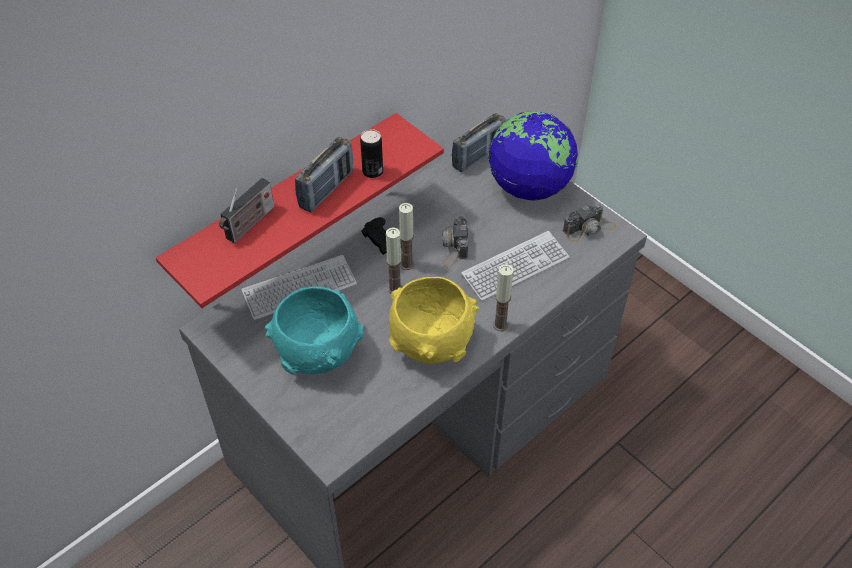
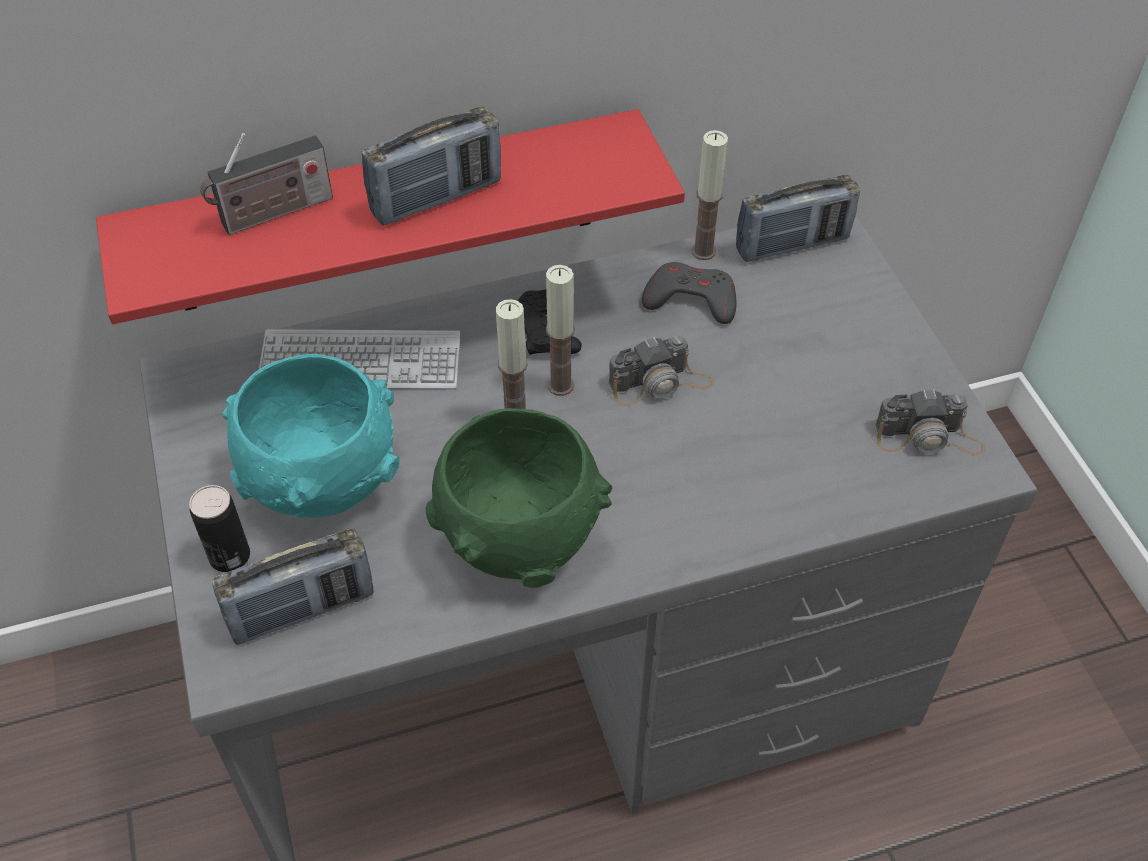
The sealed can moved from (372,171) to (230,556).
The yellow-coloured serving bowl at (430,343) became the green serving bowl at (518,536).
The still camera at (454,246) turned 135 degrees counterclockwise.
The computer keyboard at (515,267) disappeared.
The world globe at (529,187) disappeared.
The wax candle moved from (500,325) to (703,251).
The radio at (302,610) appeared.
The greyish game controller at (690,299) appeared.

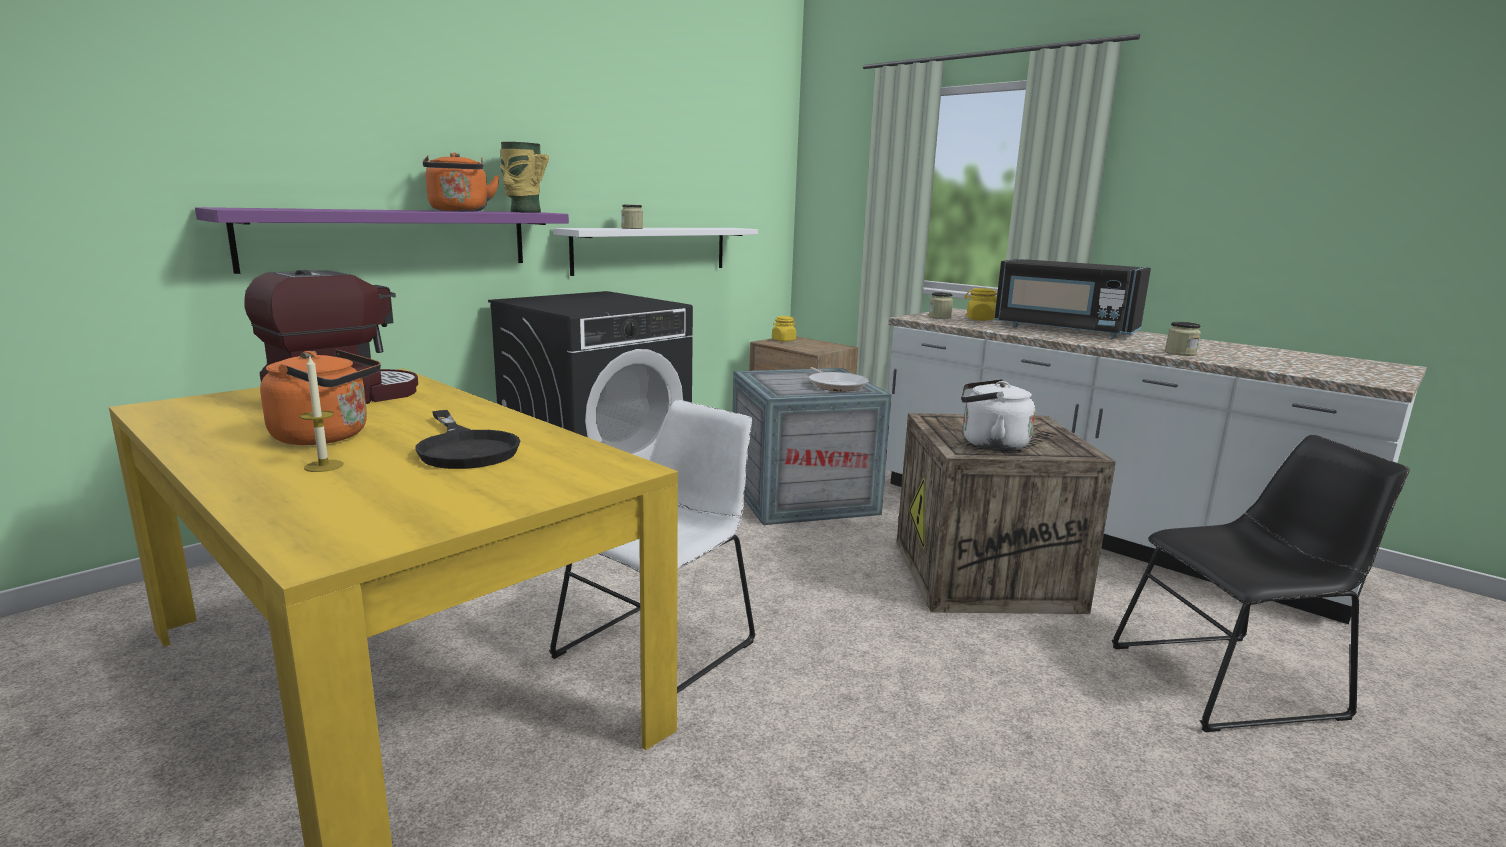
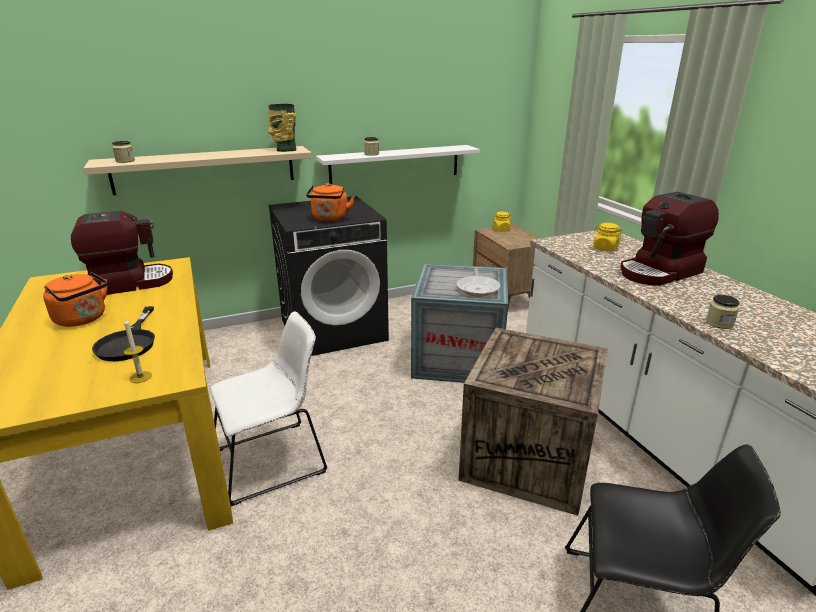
The purple wall shelf at (393,239) became the beige wall shelf at (205,169).
The wax candle moved from (324,466) to (140,377).
The orangey tea kettle moved from (459,211) to (330,219).
The preserve jar moved from (939,317) to (125,161).
The white-coloured tea kettle at (989,444) disappeared.
The black kitchen microwave at (1063,330) was replaced by the coffee maker at (660,272).

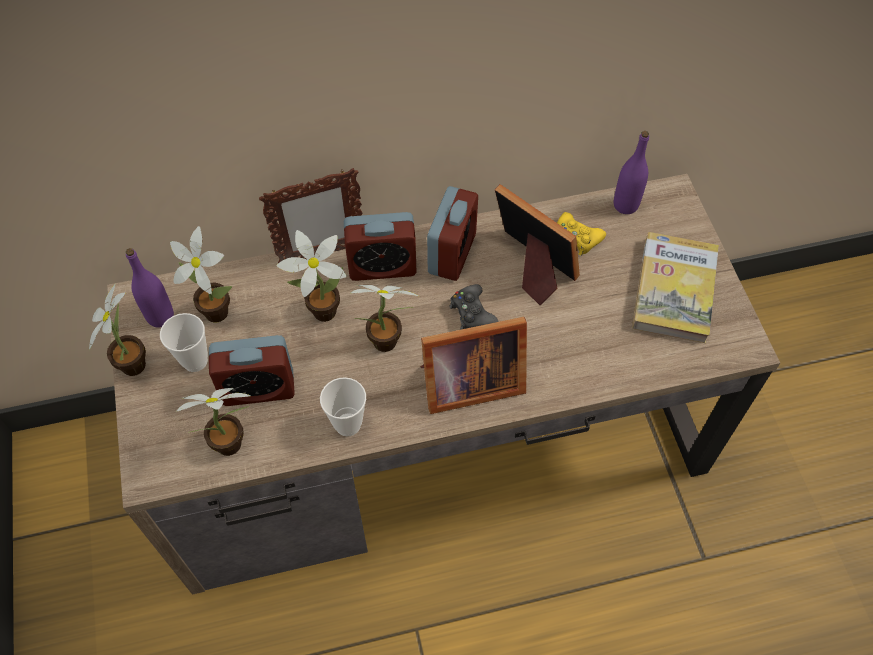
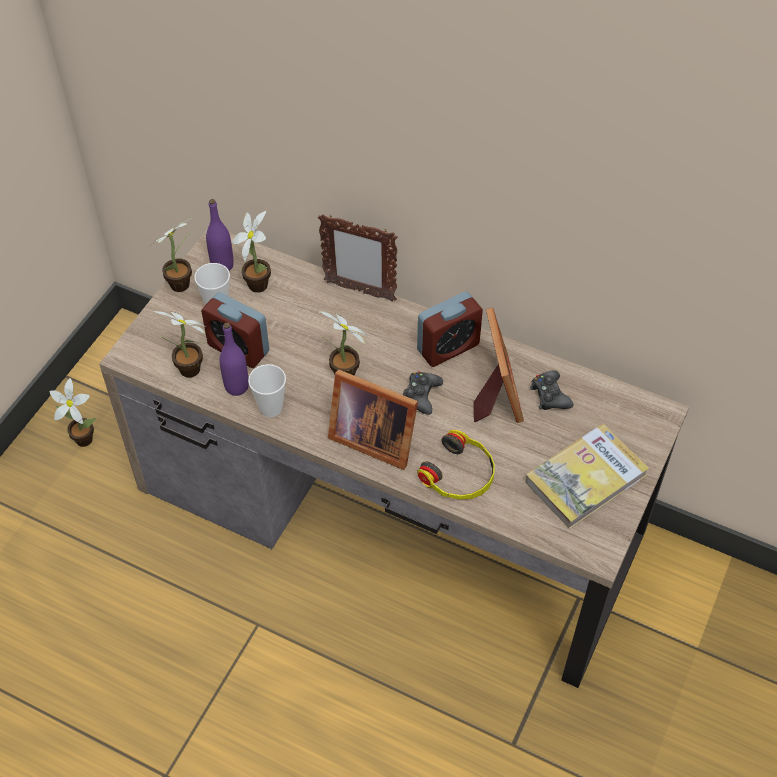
The plant in a pot moved from (320,311) to (82,438).
The alarm clock at (382,266) disappeared.
The yellow-coloured game controller at (576,238) became the black game controller at (550,395).
The purple drink bottle moved from (625,205) to (237,386).
The pair of headphones at (459,475) appeared.

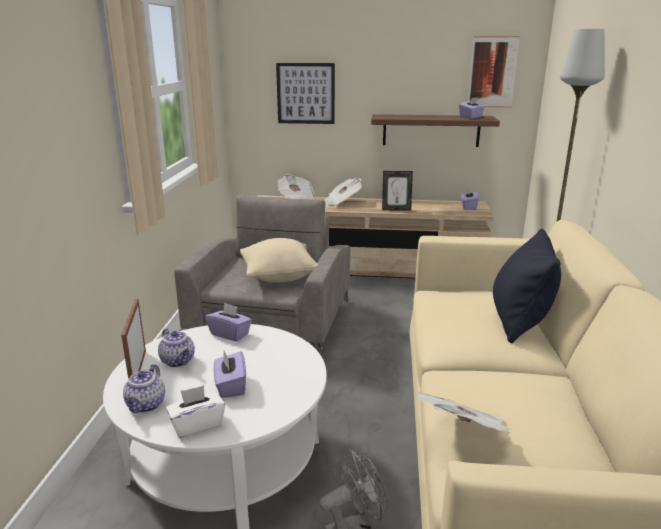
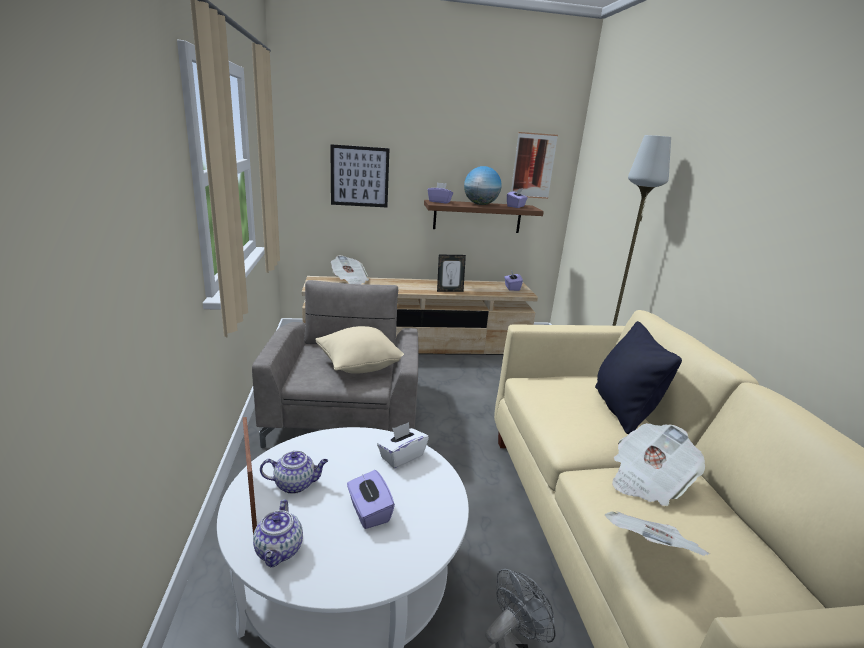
The teapot at (178,361) turned 45 degrees counterclockwise.
The white-coloured box of tissues moved from (197,425) to (401,456).
The purple box of tissues moved from (230,334) to (439,202).
The printed paper moved from (341,202) to (648,480).
The world globe at (480,204) appeared.

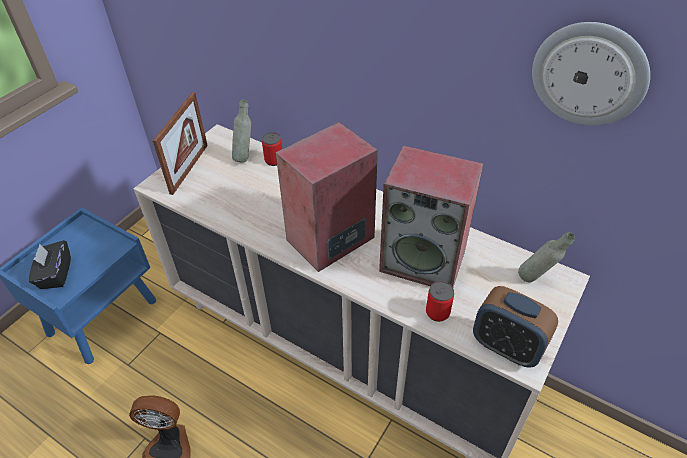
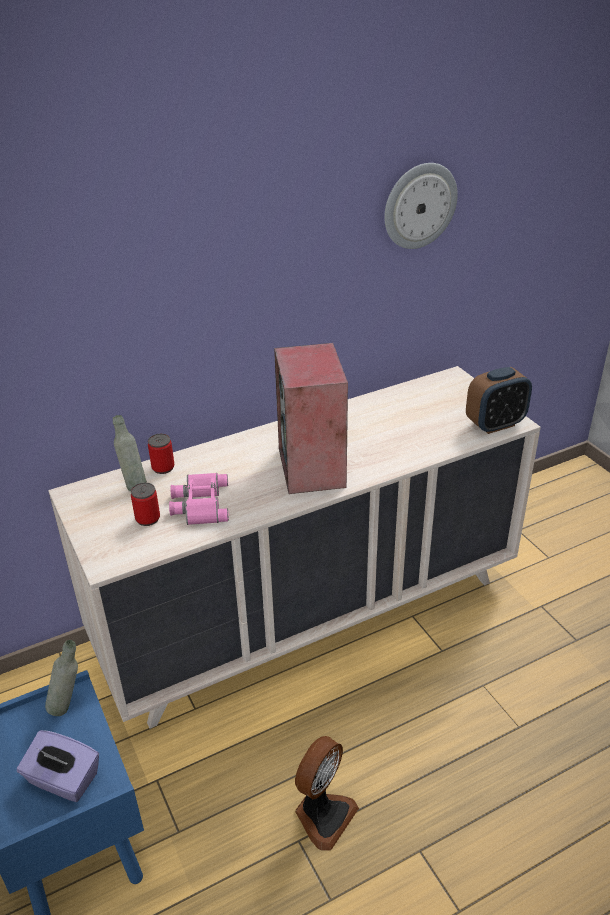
The black box of tissues at (55,274) became the purple box of tissues at (63,780).
The standing frame at (189,168) disappeared.
The loudspeaker at (424,261) disappeared.
The sealed can moved from (437,312) to (147,518).
The greyish drink bottle moved from (535,280) to (69,706).
The pink-coloured pair of binoculars at (199,504) appeared.

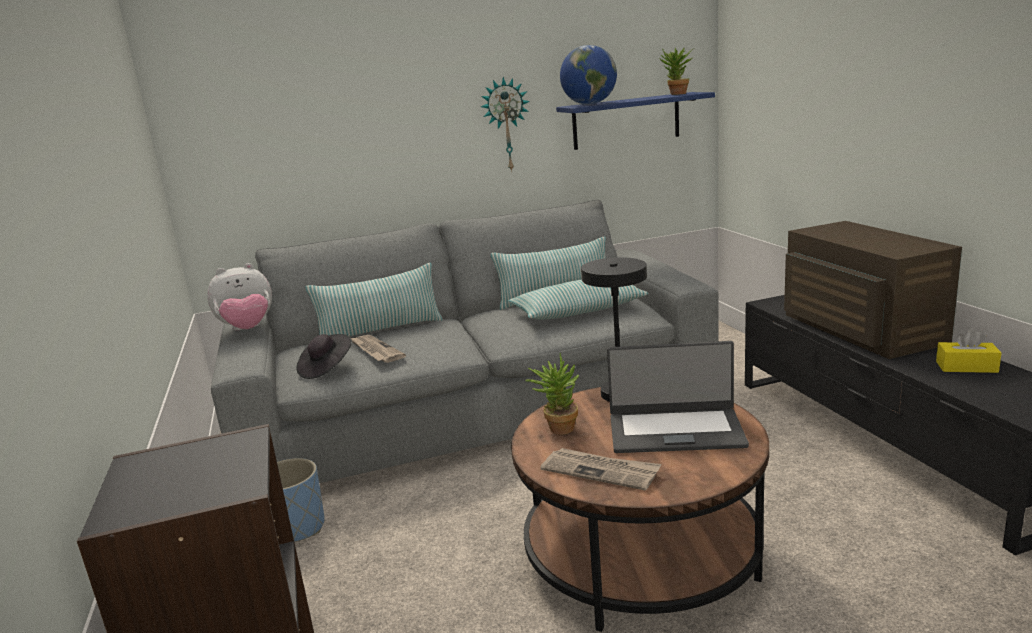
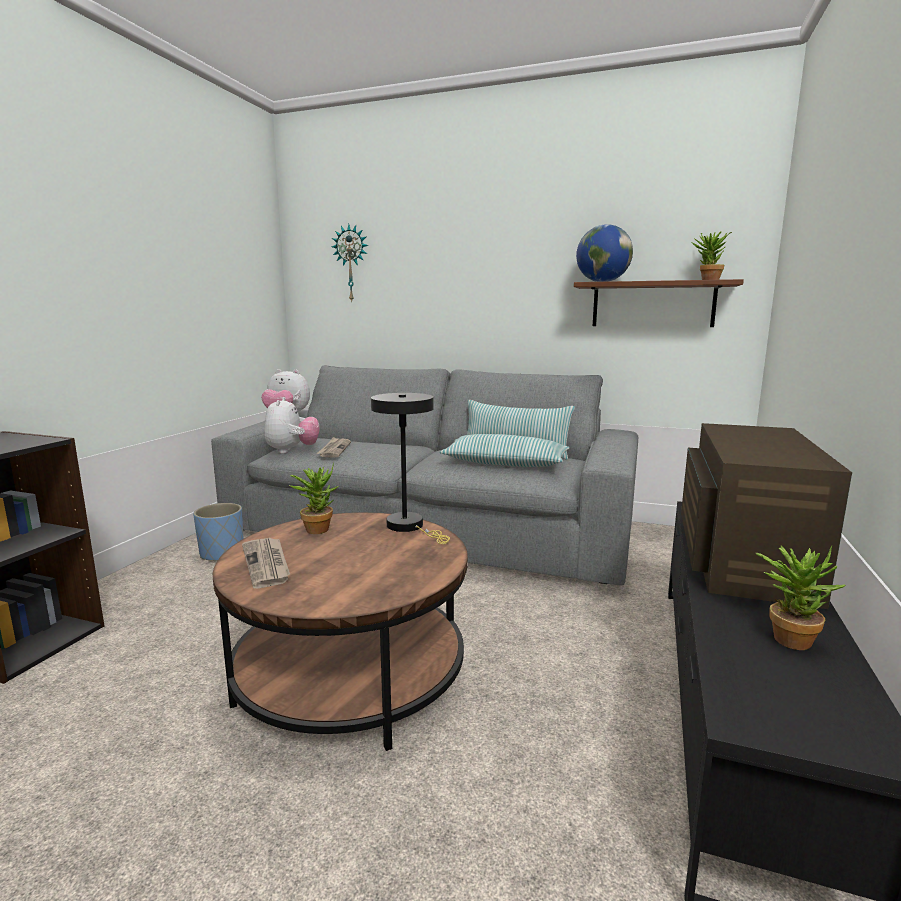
The black hat at (326,368) was replaced by the plush toy at (292,451).
The pillow at (380,330) disappeared.
The clock on the wall moved from (506,125) to (351,263).
The bluish wall shelf at (626,121) became the brownish wall shelf at (653,305).
The laptop at (675,430) disappeared.
The yellow-coloured box of tissues at (966,367) was replaced by the plant in a pot at (788,636).

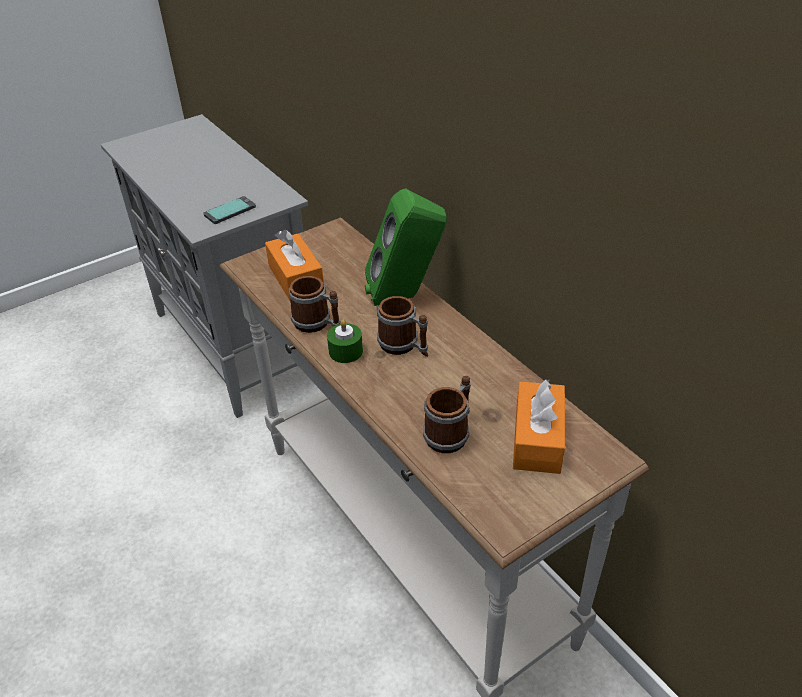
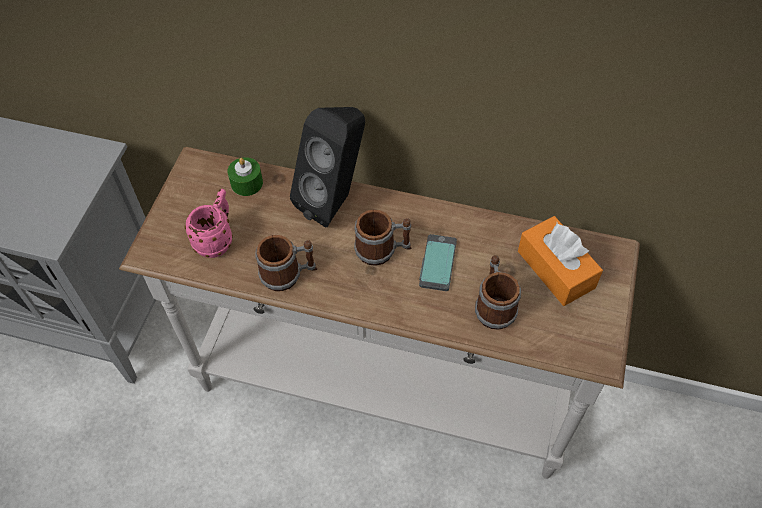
The telephone moved from (229,211) to (437,263).
The orangey box of tissues at (296,278) was replaced by the pink-coloured tea mug at (217,239).
The green wax candle moved from (346,351) to (246,183).
The green loudspeaker at (406,297) became the black loudspeaker at (335,200).

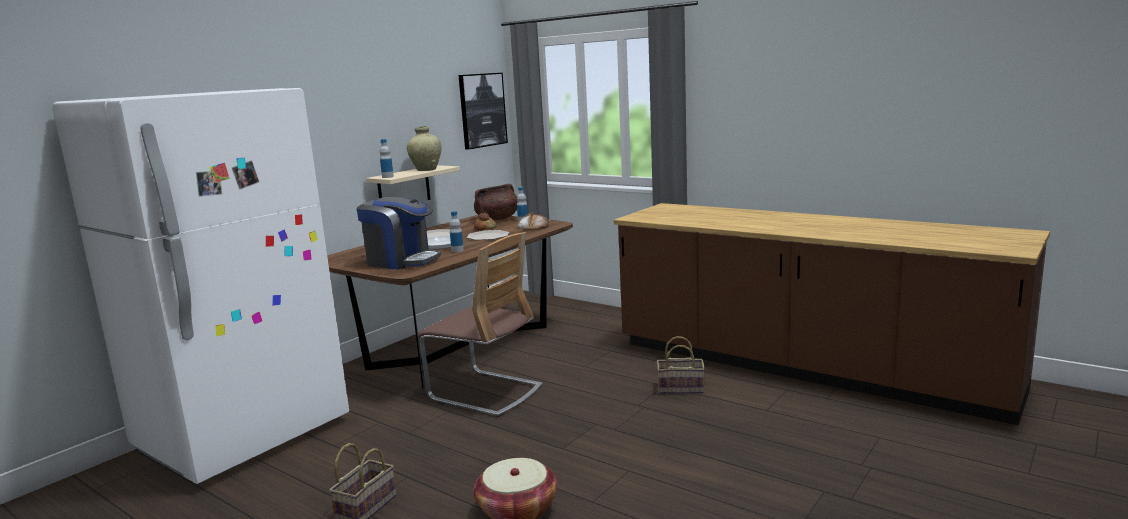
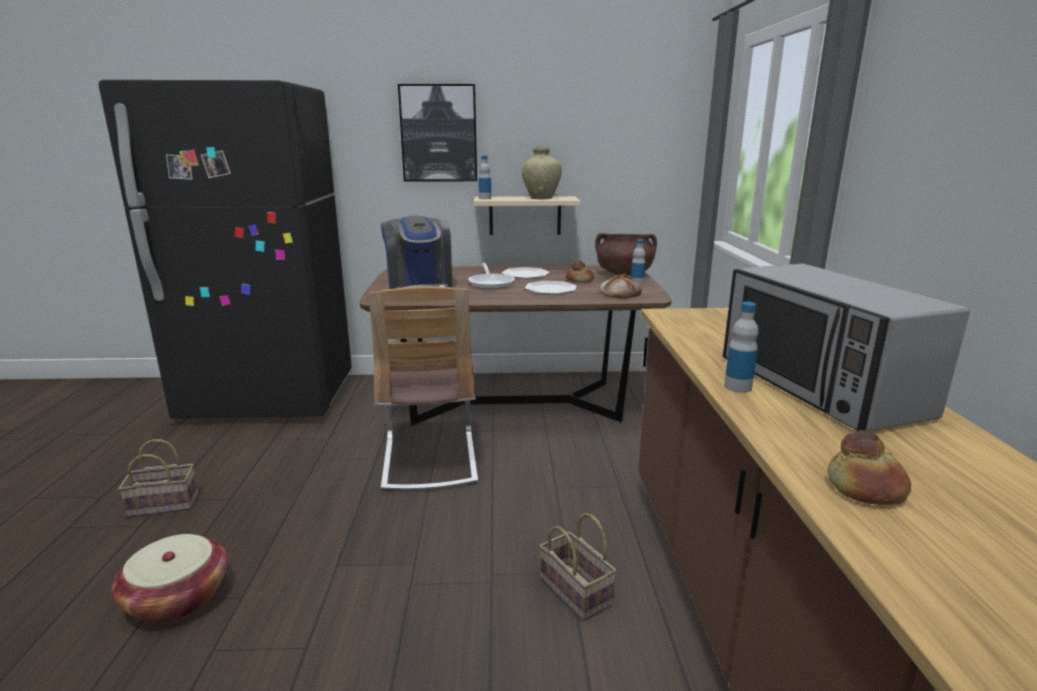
The white-coloured kitchen fridge at (244,436) became the black kitchen fridge at (270,399).
The drink bottle moved from (457,250) to (737,387).
The wall picture moved from (482,110) to (439,133).
The kitchen microwave at (818,387) appeared.
The baked bread at (866,488) appeared.

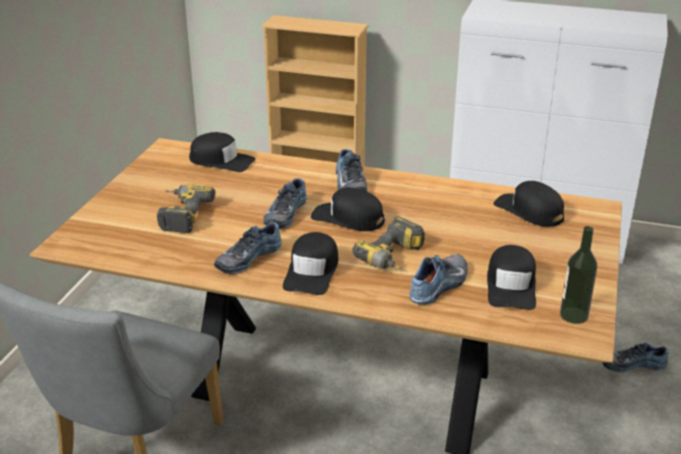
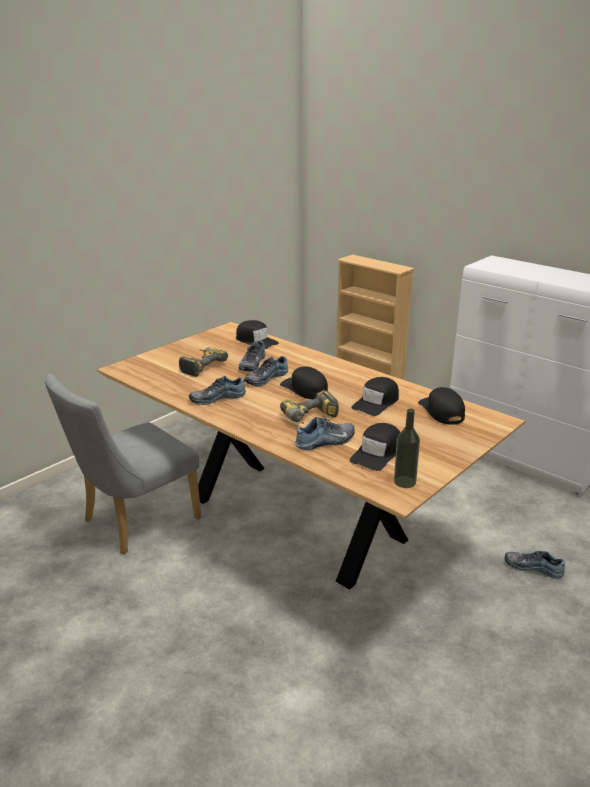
The black cap moved from (312,272) to (376,403).
The low shoe moved from (348,183) to (251,364).

